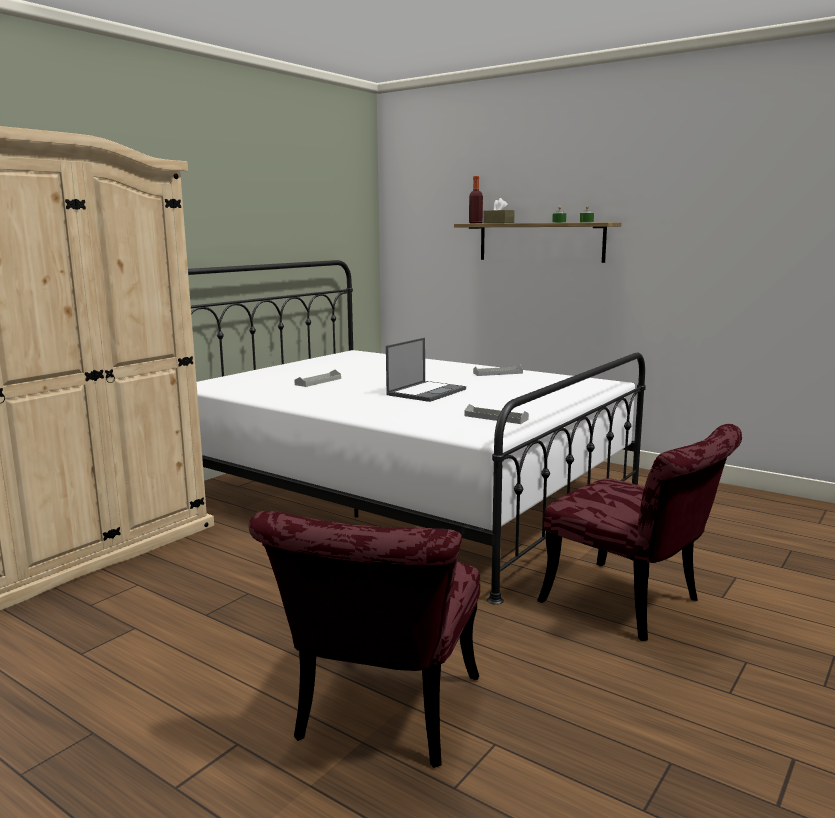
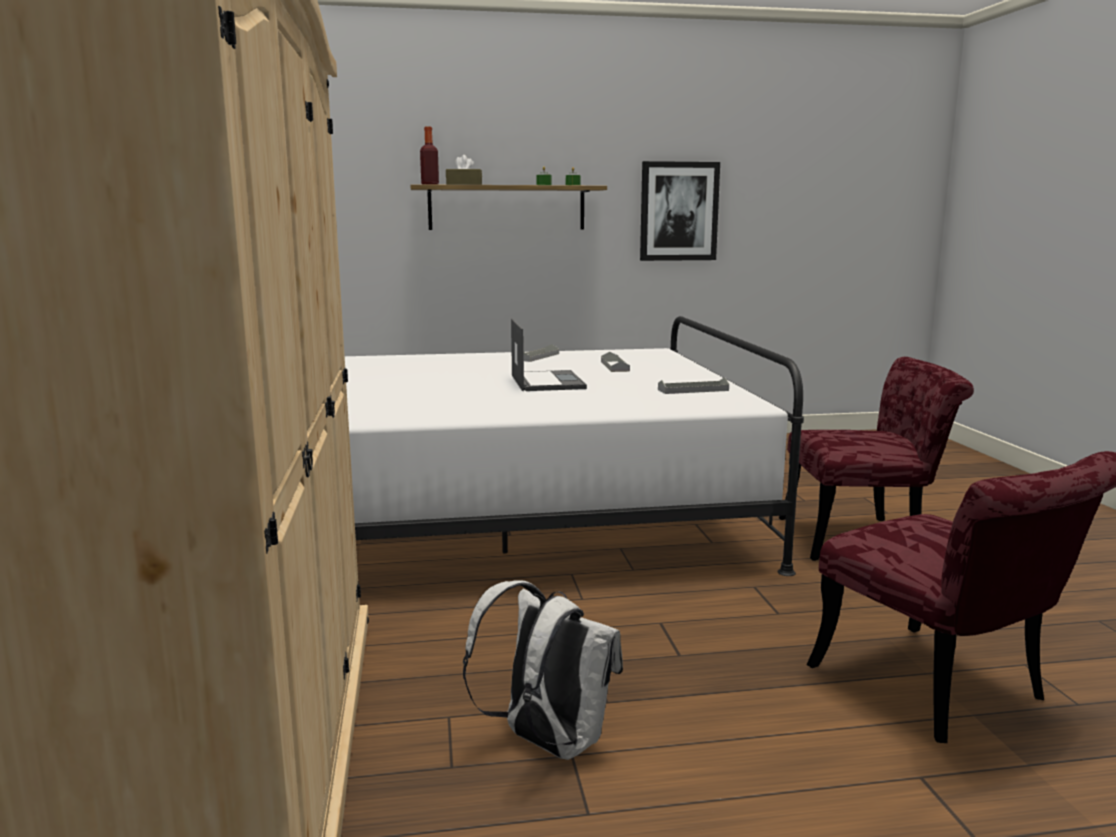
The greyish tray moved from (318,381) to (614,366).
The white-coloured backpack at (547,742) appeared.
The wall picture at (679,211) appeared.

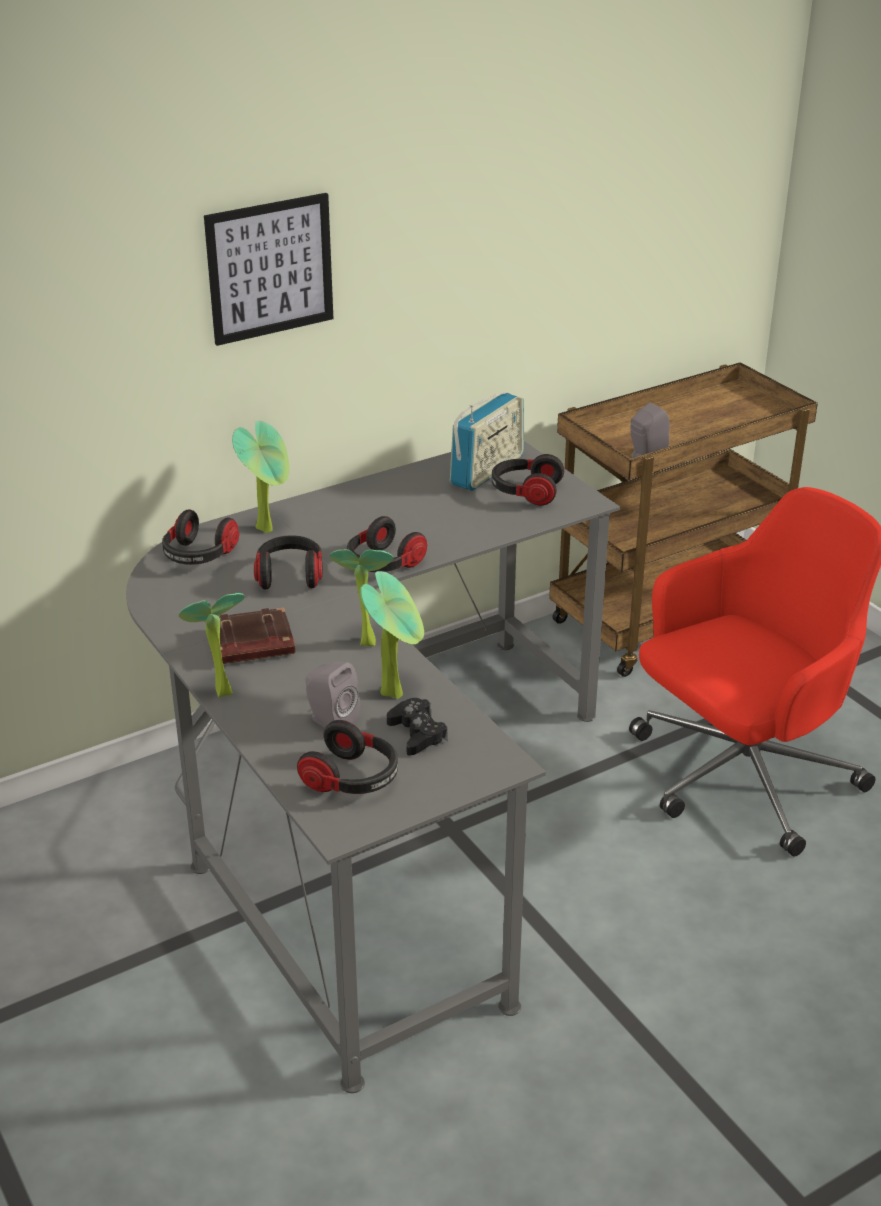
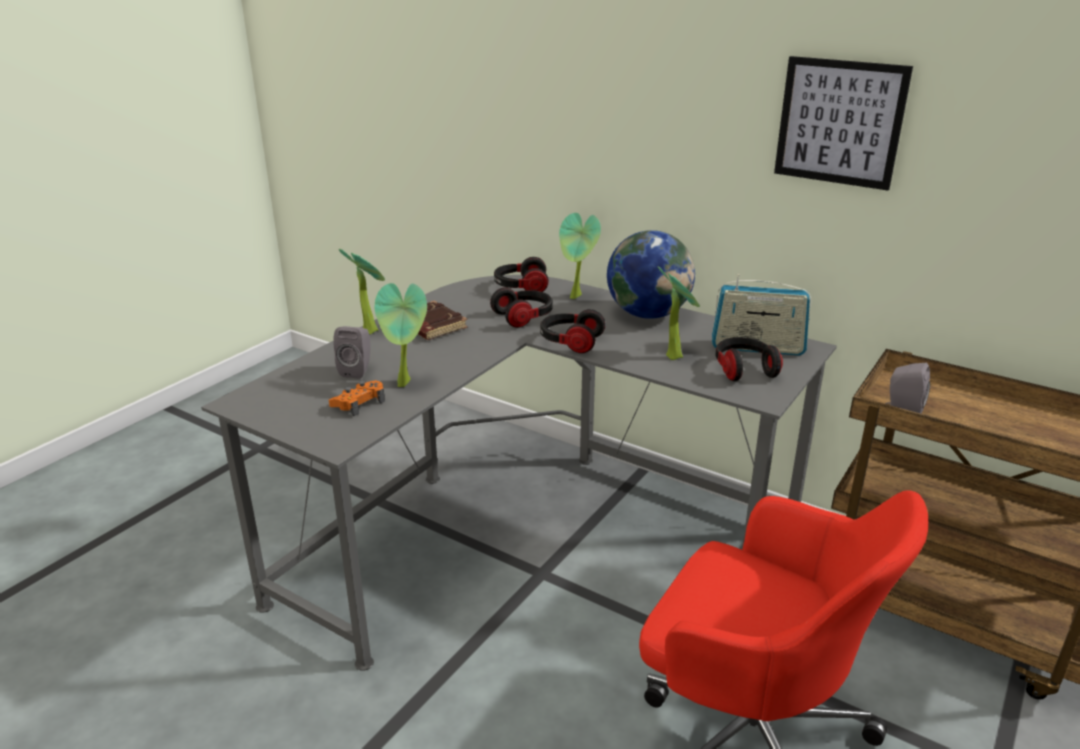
The wall picture moved from (270,268) to (839,122).
The pair of headphones at (352,779) disappeared.
The plant in a pot moved from (364,640) to (674,355).
The black game controller at (417,733) became the orangey game controller at (359,403).
The world globe at (648,314) appeared.

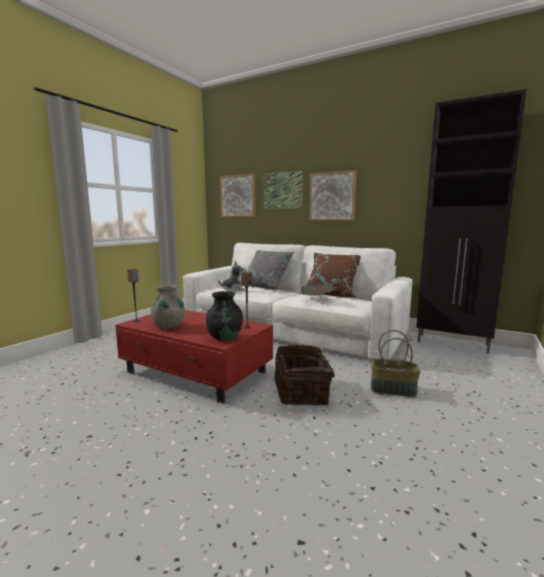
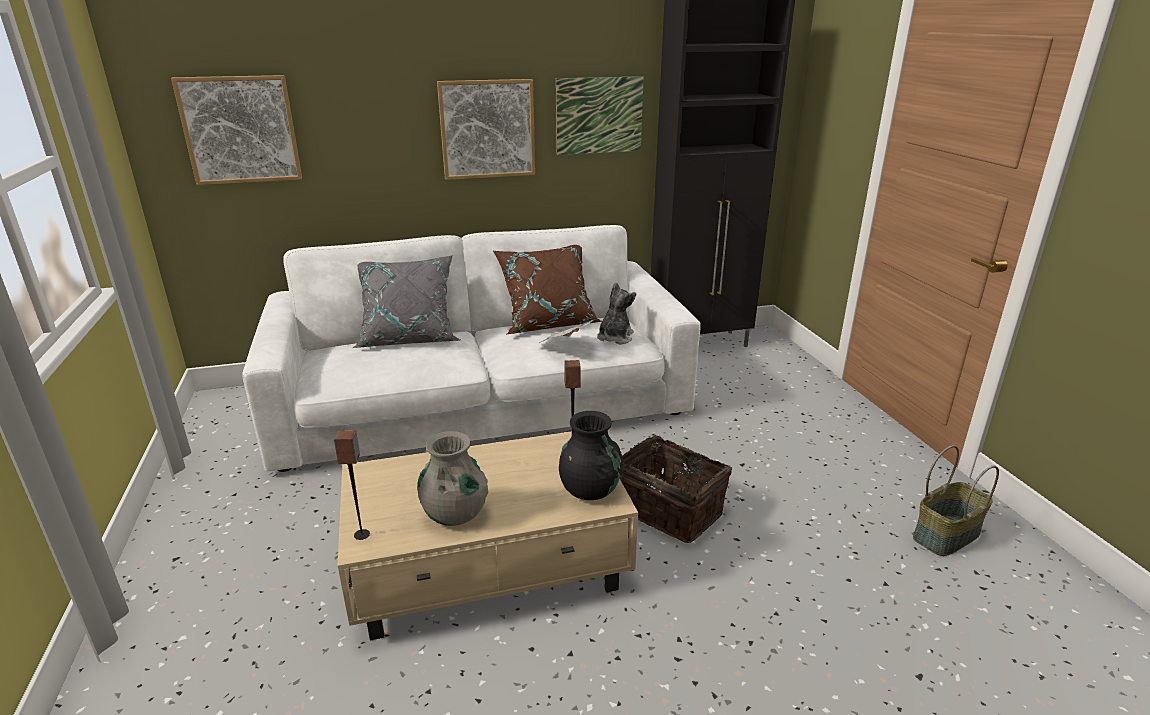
The red lounge table at (197,372) became the beige lounge table at (491,565).
The plush toy moved from (233,290) to (614,337).
The wall picture moved from (282,190) to (599,115).
The storage basket moved from (393,389) to (945,534).

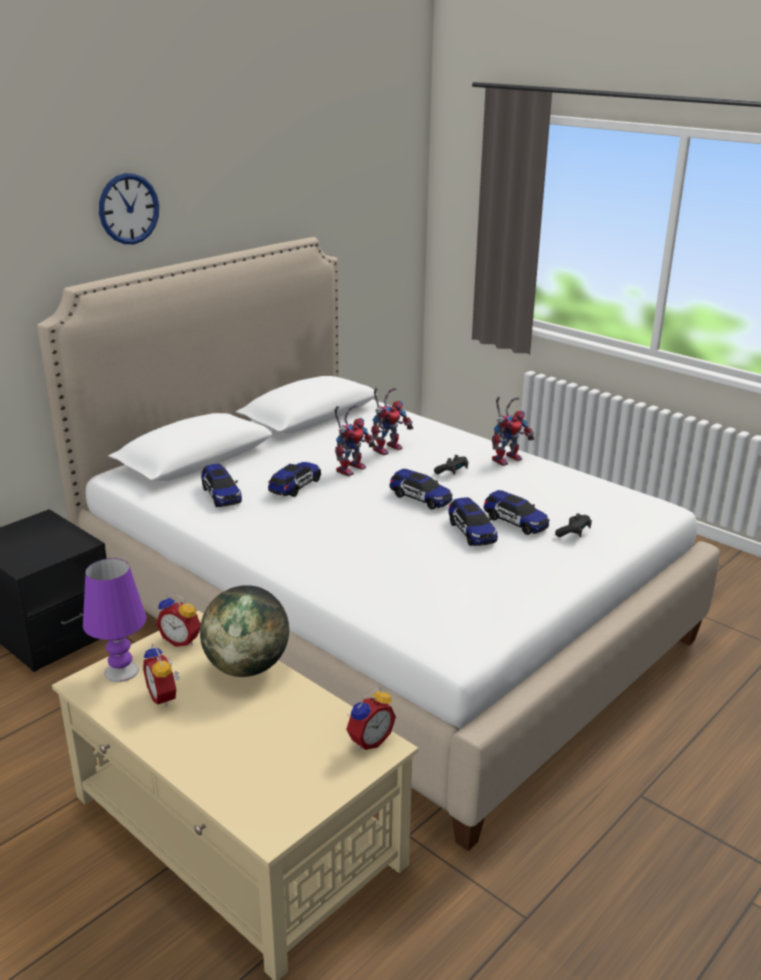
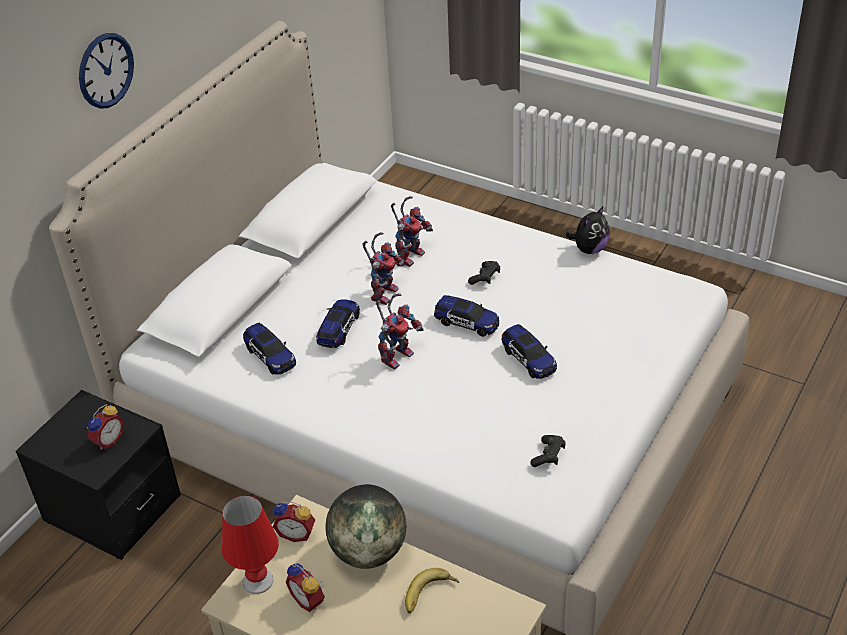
The purple tabletop lamp at (121,671) became the red tabletop lamp at (258,581).
The alarm clock moved from (368,740) to (108,440).
The miniature car at (515,522) disappeared.
The toy robot moved from (507,458) to (397,354).
The black game controller moved from (573,532) to (548,456).
The banana fruit at (430,595) appeared.
The plush toy at (589,249) appeared.

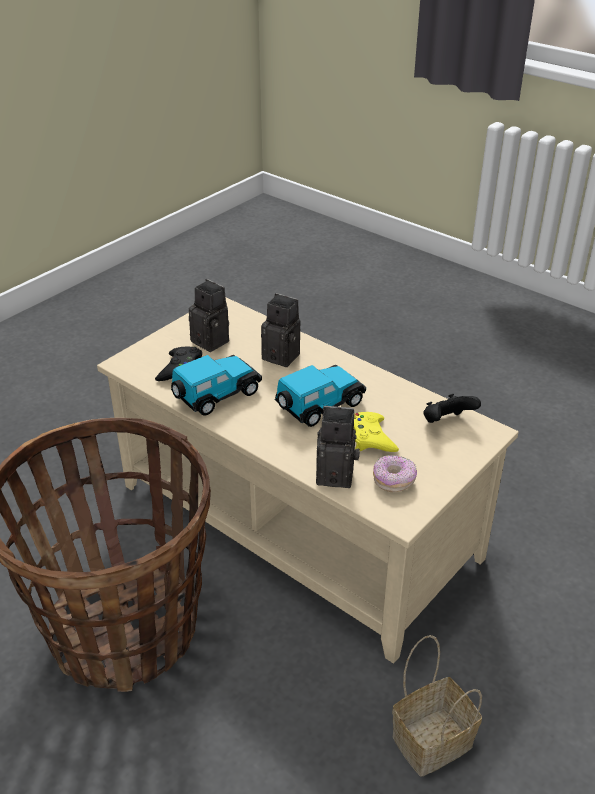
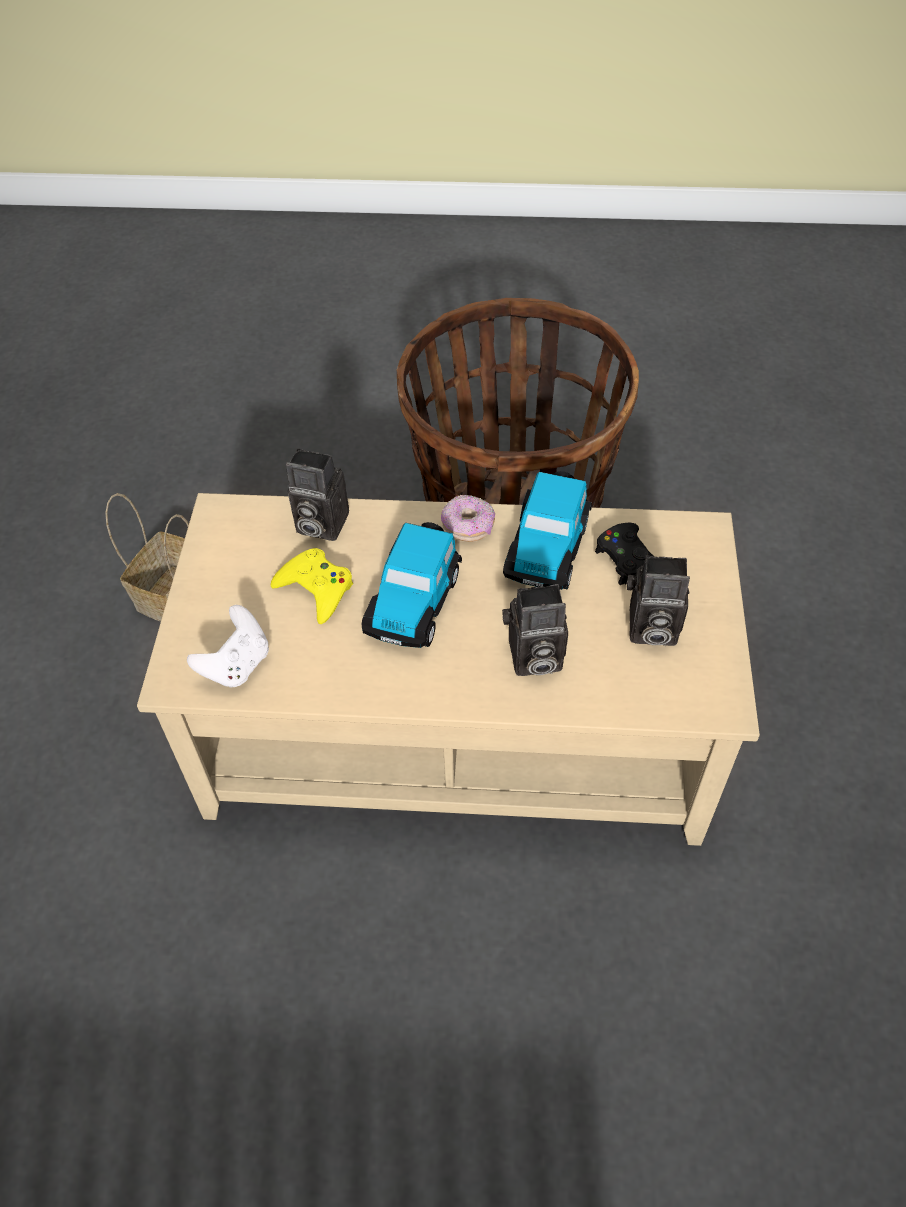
The still camera at (337,474) turned 45 degrees clockwise.
The ring doughnut moved from (393,481) to (468,527).
The black game controller at (446,422) became the white-coloured game controller at (237,664).

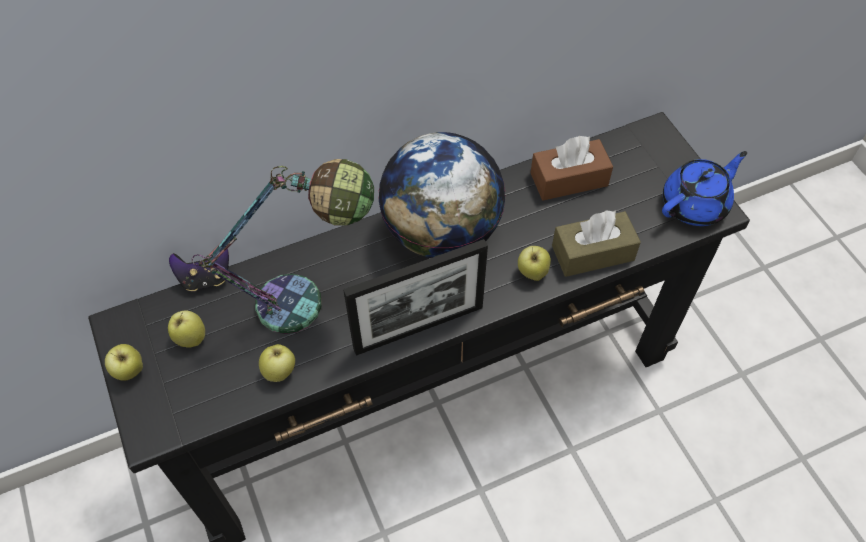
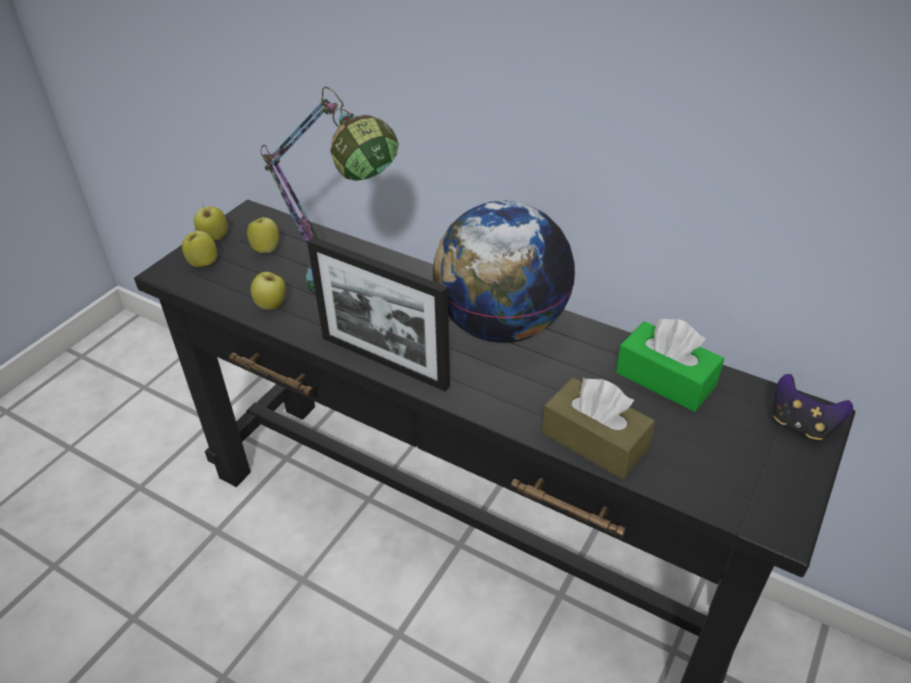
The game controller moved from (205,278) to (801,424).
The apple moved from (532,273) to (203,263).
The brownish box of tissues at (569,179) became the green box of tissues at (665,379).
The bluish teapot at (695,204) disappeared.

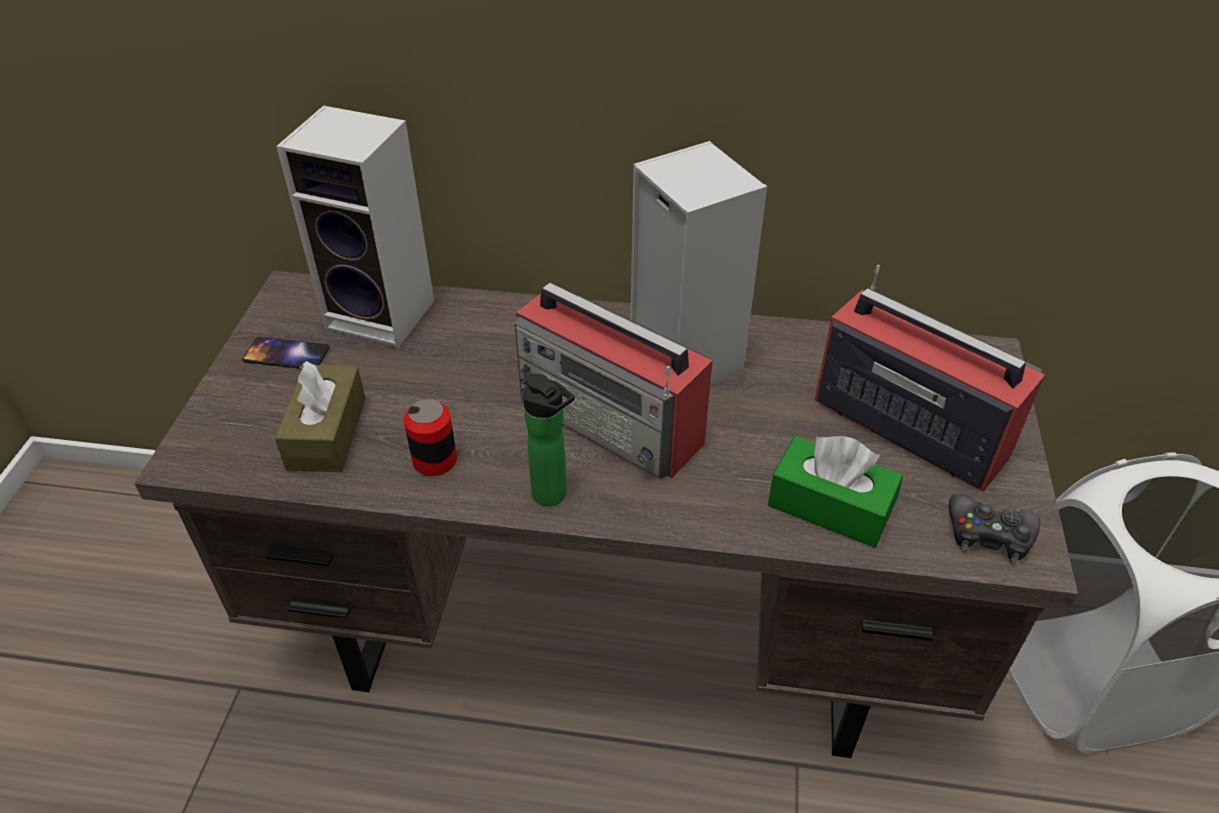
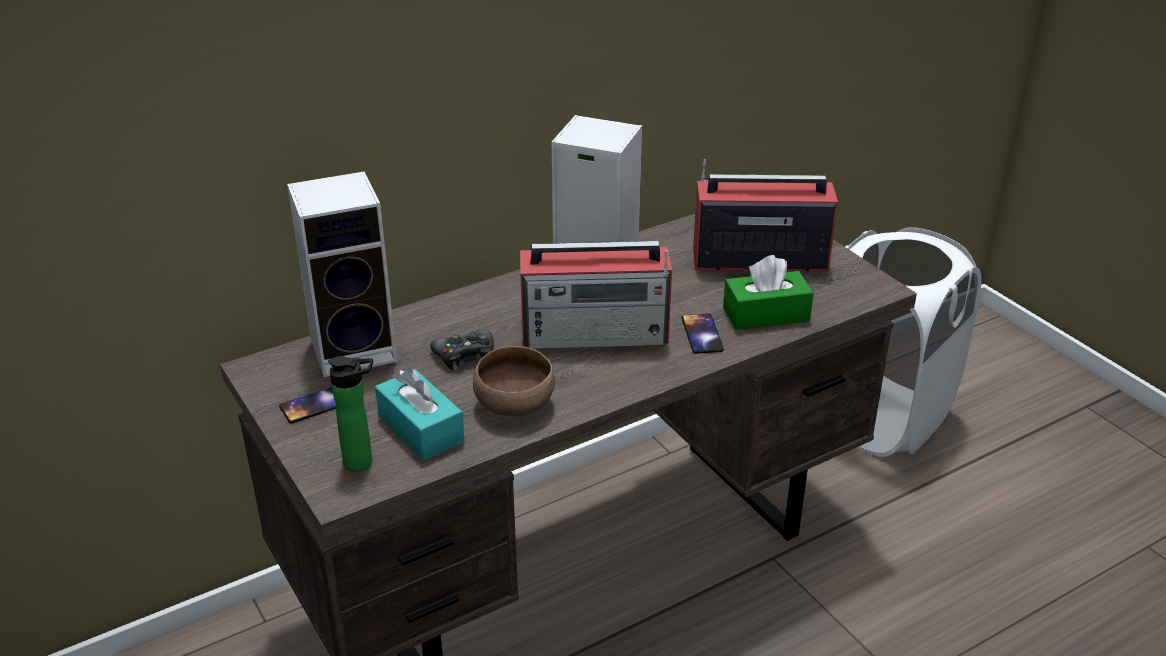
The brownish box of tissues at (327,433) became the blue-green box of tissues at (420,429).
The sealed can at (435,460) was replaced by the brownish serving bowl at (516,405).
The drink bottle moved from (553,496) to (362,462).
The black game controller moved from (989,535) to (465,356).
The telephone at (702,334) appeared.

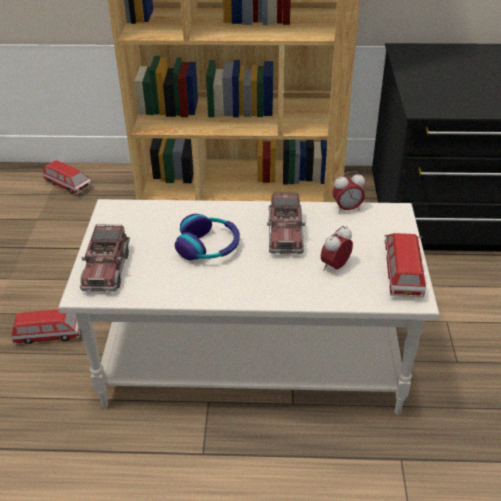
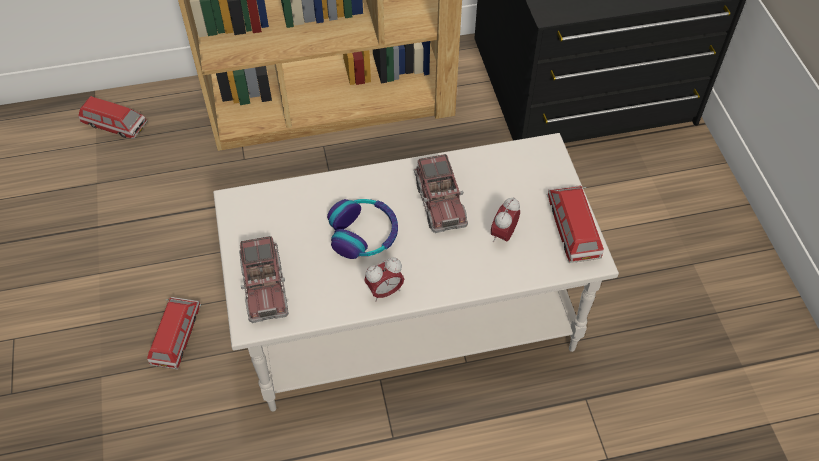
The miniature car at (49,334) turned 60 degrees counterclockwise.
The alarm clock moved from (347,209) to (385,291).

